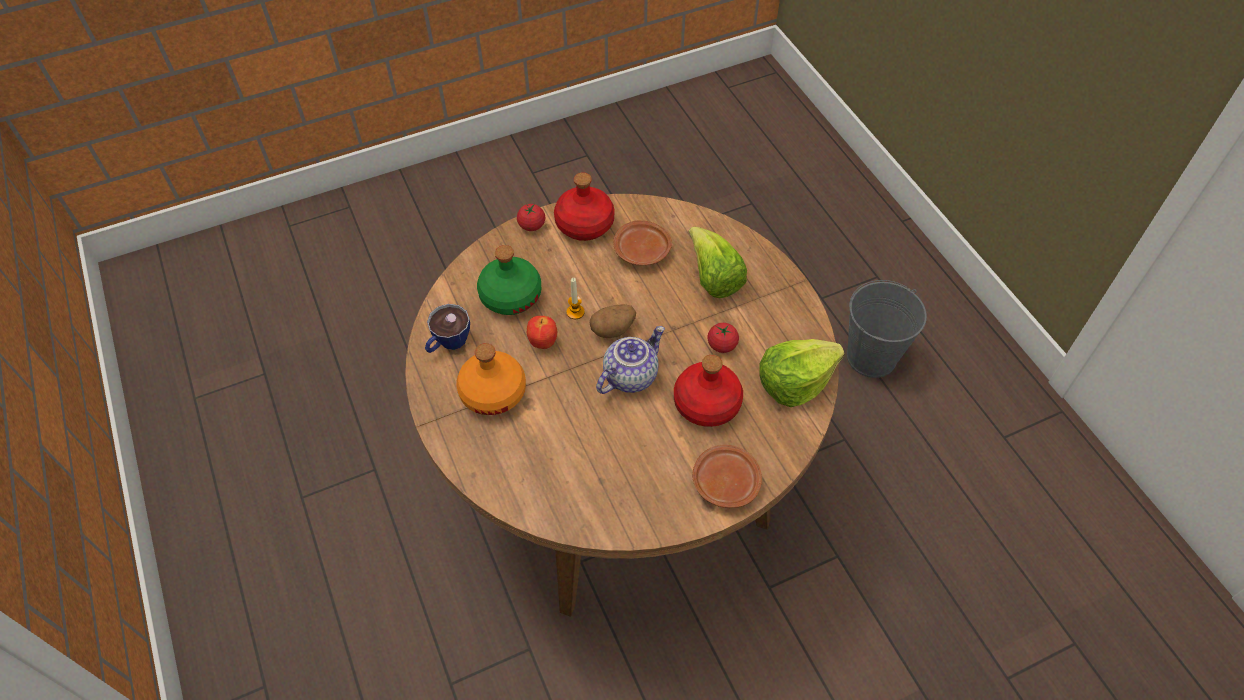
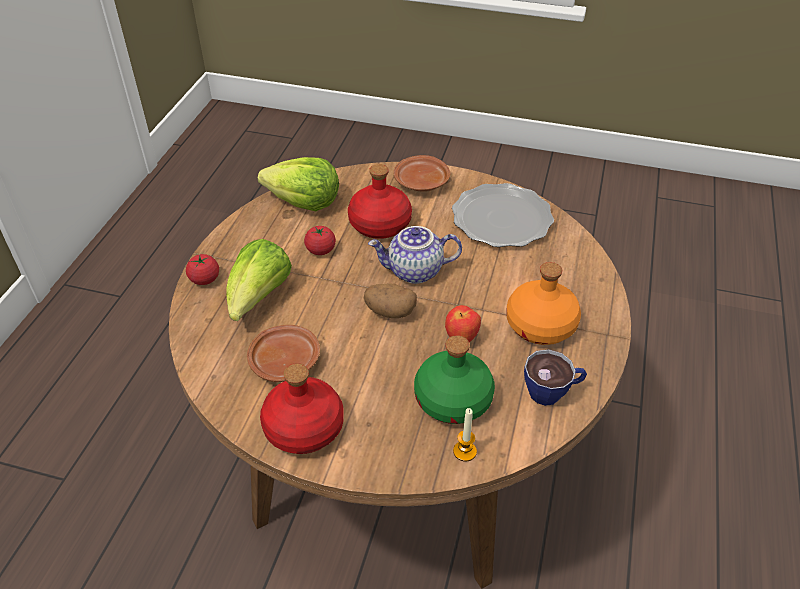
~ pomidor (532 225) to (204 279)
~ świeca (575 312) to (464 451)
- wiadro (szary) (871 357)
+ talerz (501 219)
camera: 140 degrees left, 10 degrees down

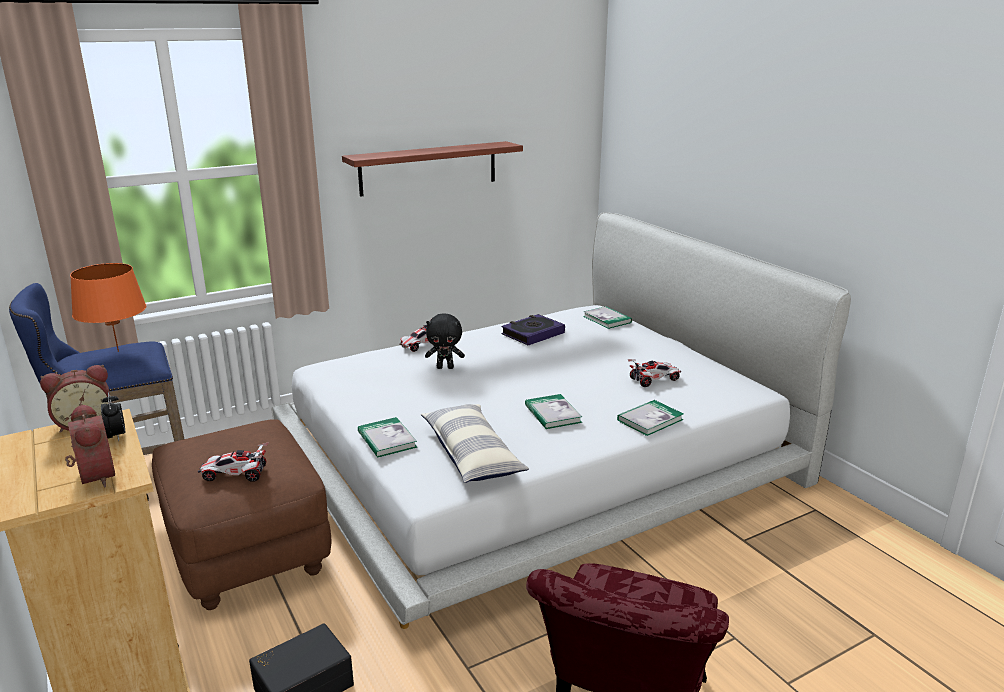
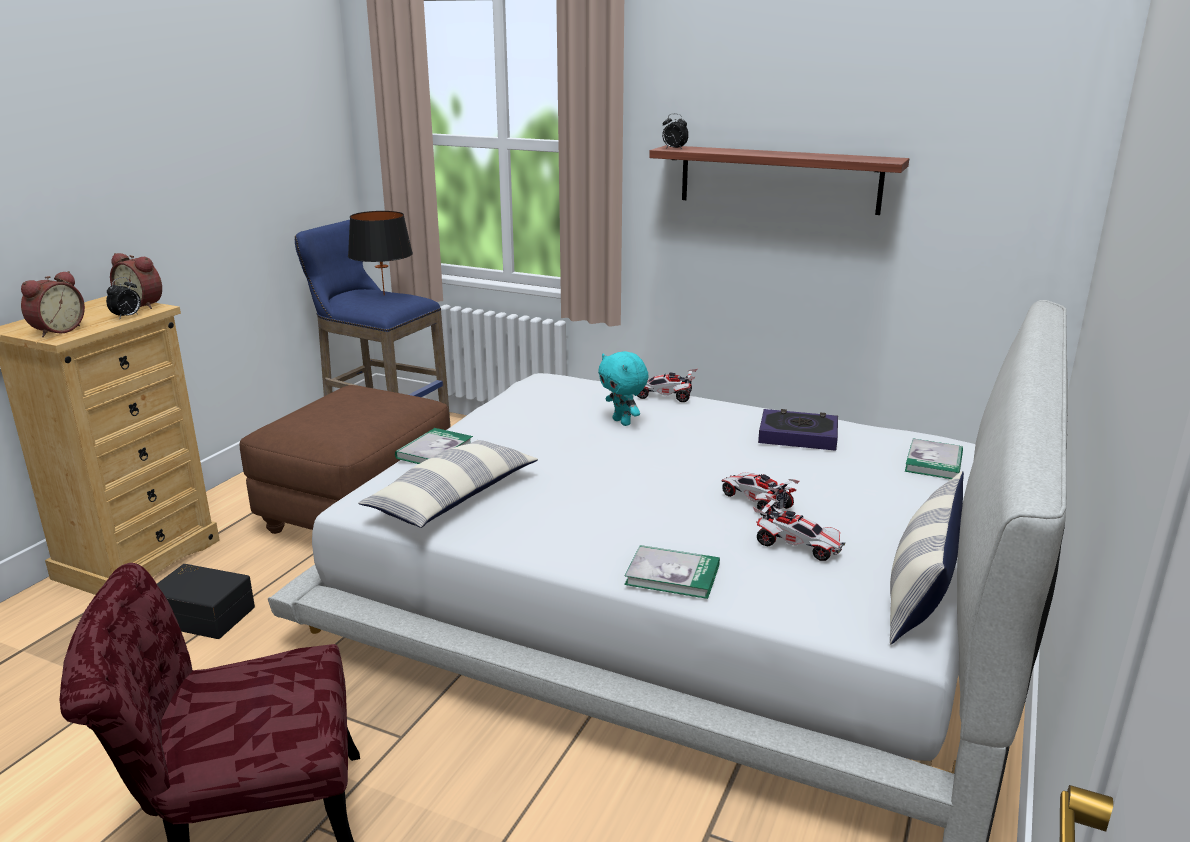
~ lampa stołowa (pomarańczowy) (118 351) to lampa stołowa (czarny) (384 295)
~ samochodzik (235 475) to (756 502)
~ pluszak (czarny) (445 367) to pluszak (turkusowy) (623 422)
- książka (552 414)
+ budzik (674 149)
+ poduszka (919 591)
camera: 55 degrees right, 0 degrees up

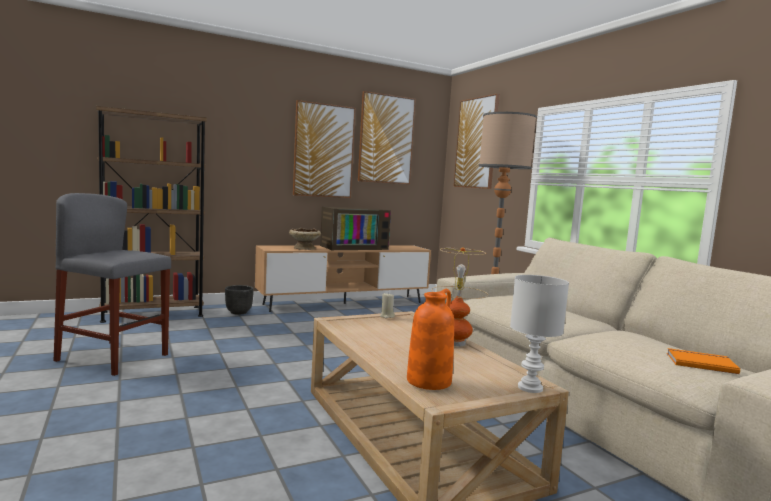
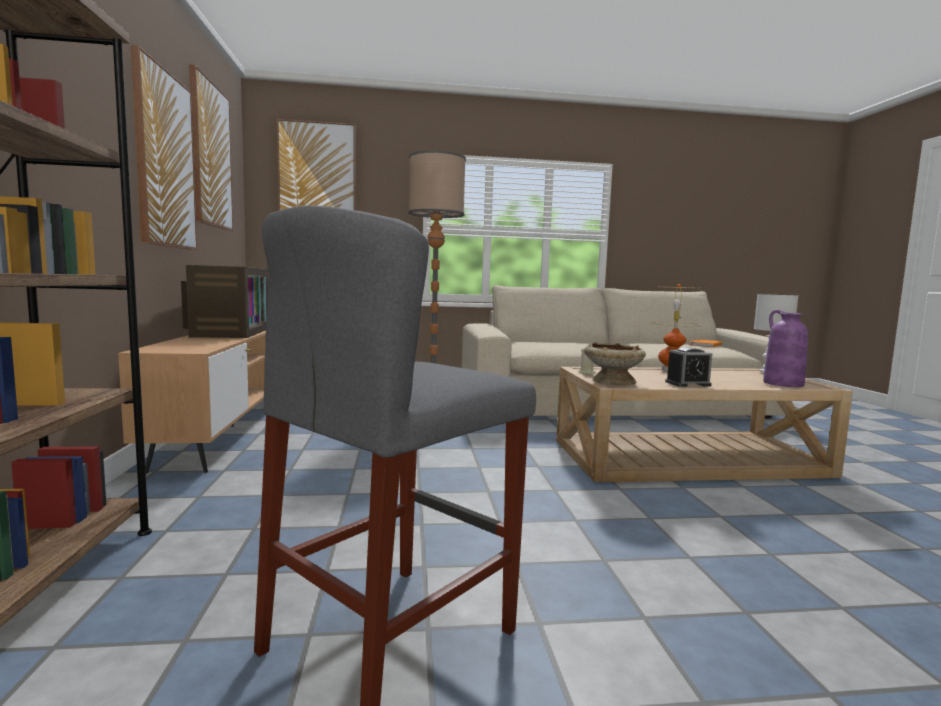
- donica (czarny) (238 312)
~ miska (beżowy) (304 248) to (612 382)
~ wazon (pomarańczowy) (429 381) to wazon (fioletowy) (782 383)
+ budzik (687 384)
camera: 70 degrees left, 0 degrees up

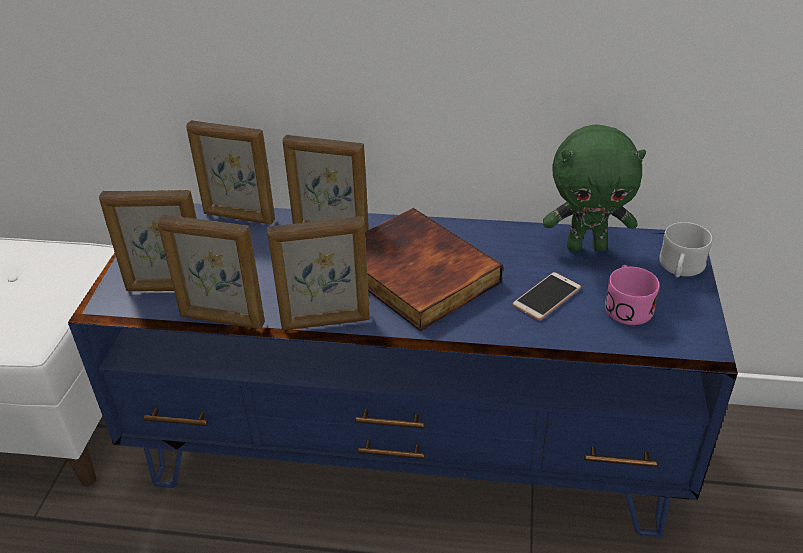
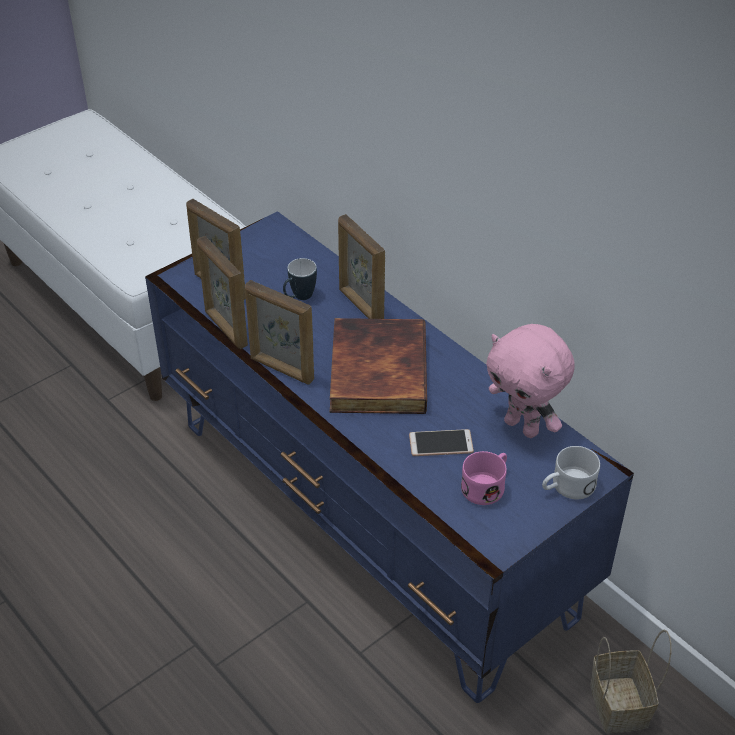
- ramka na zdjęcie (239 217)
~ pluszak (zielony) (586 247) to pluszak (różowy) (523 427)
+ kubek (299 298)
+ koszyk (621 706)
camera: 40 degrees right, 5 degrees up

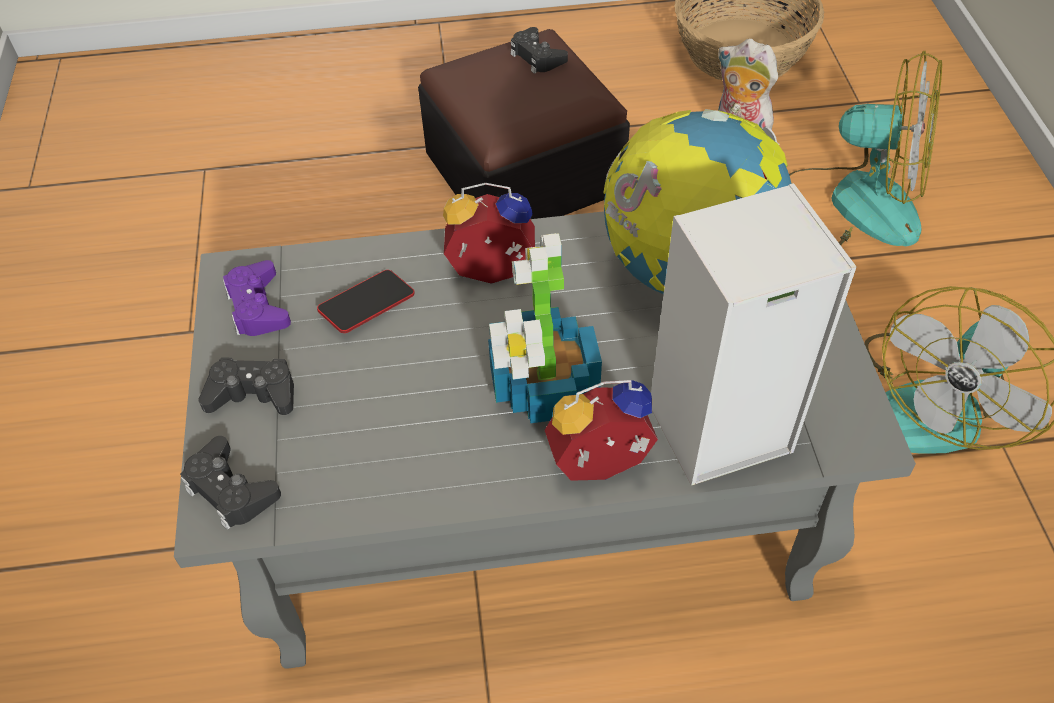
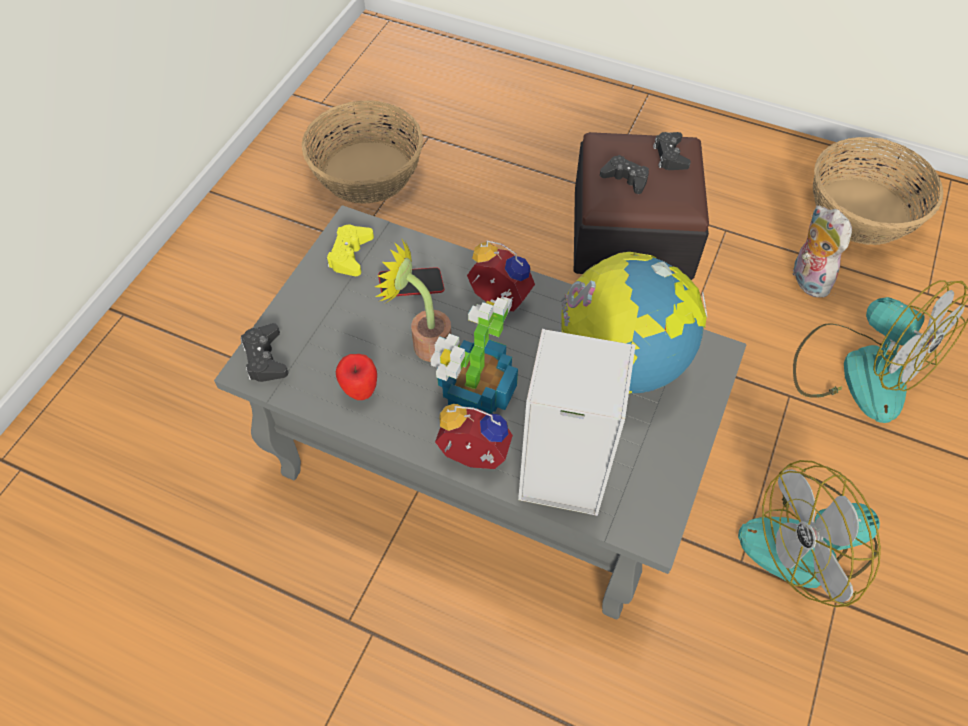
~ pad do gier (czarny) (253 393) to (625 179)
~ pad do gier (fioletowy) (258 306) to pad do gier (żółty) (350 254)
+ koszyk (367 171)
+ jabłko (360 392)
+ roślina doniczkowa (425 343)
camera: 30 degrees right, 5 degrees up

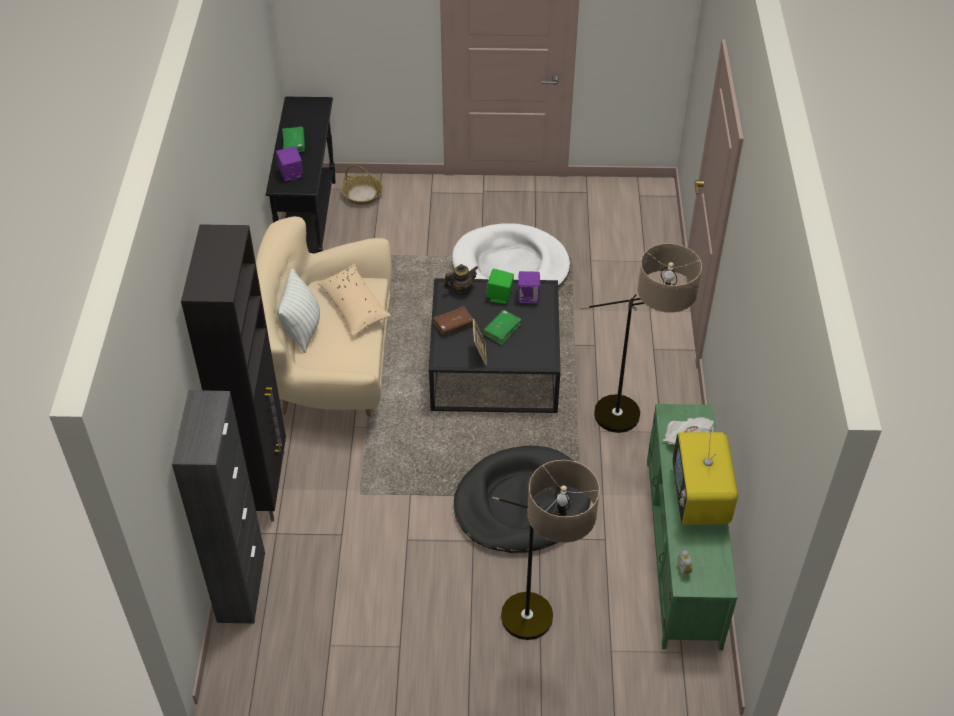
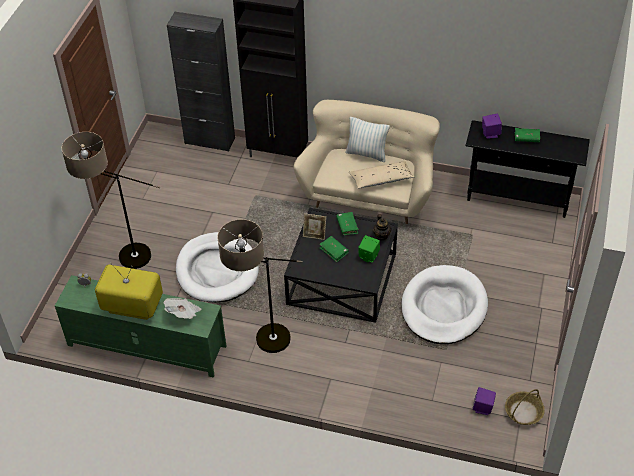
~ koszyk (363 194) to (523 412)
~ książka (brązowy) (453 324) to książka (zielony) (347 226)
~ legowisko (czarny) (521 503) to legowisko (biały) (217 270)
~ głośnik (fioletowy) (528 297) to (483 408)
camera: 105 degrees right, 0 degrees up

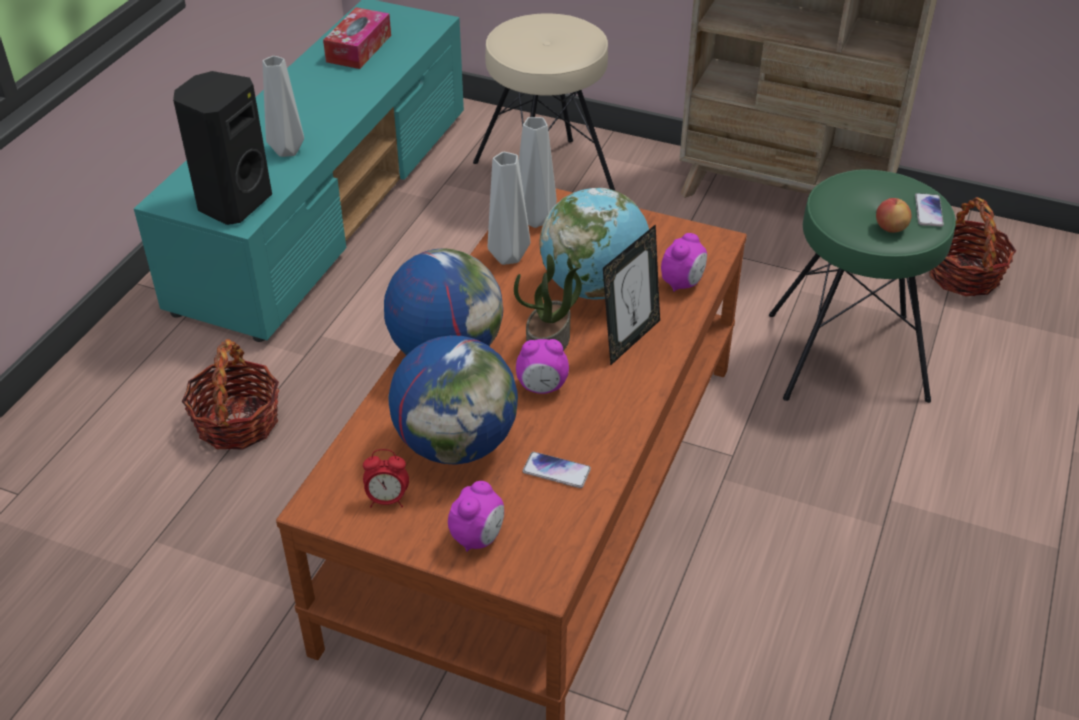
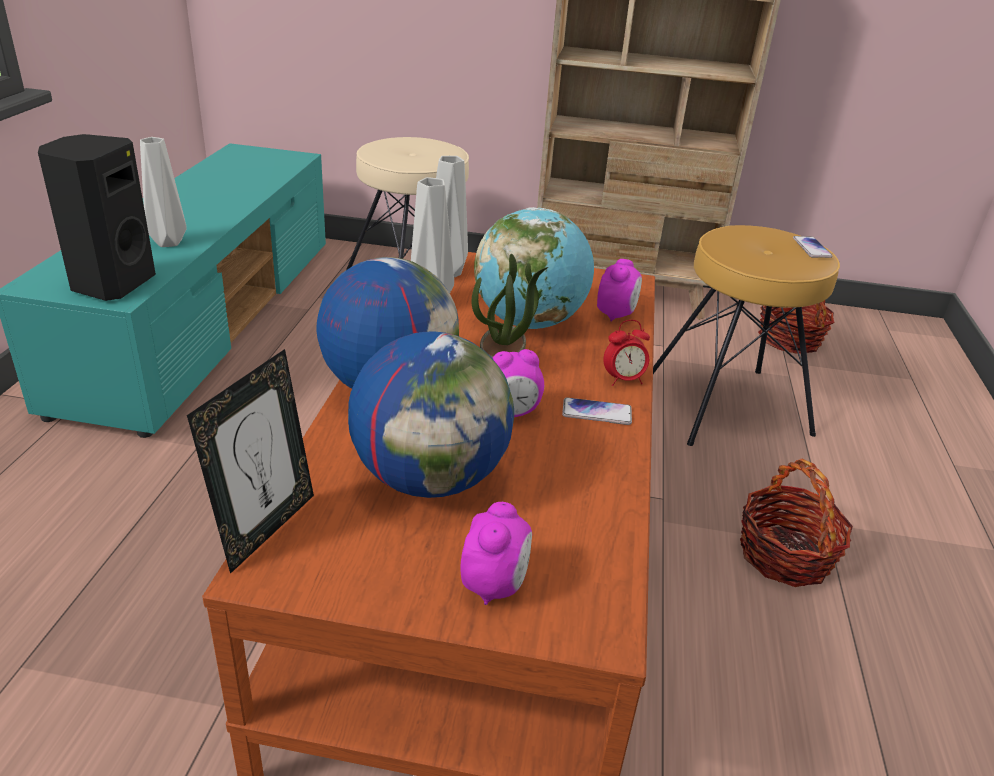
~ koszyk (237 422) to (785 555)
- pudełko chusteczek (359 48)
~ budzik (387 499) to (623 380)
~ telefon (556 471) to (596 413)
~ ramka na zdjęcie (629 339) to (265 528)
~ stołek (zielony) (847 357) to stołek (brązowy) (727 406)
- jabłko (890 228)
camera: 15 degrees left, 10 degrees down

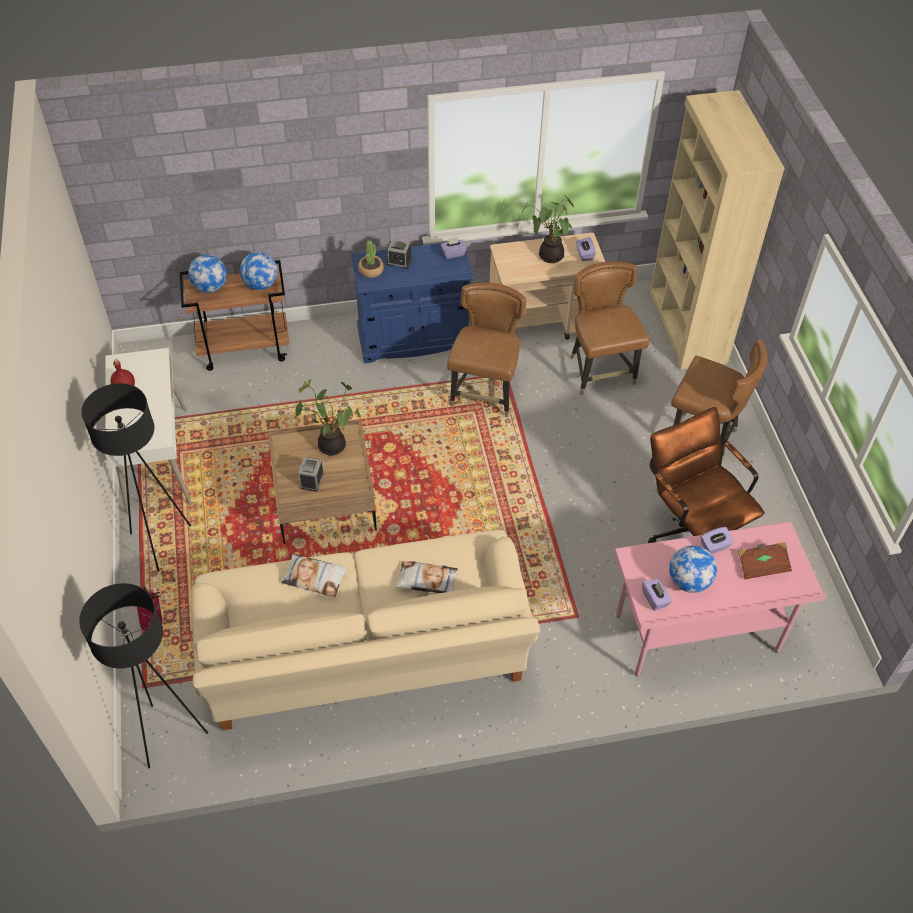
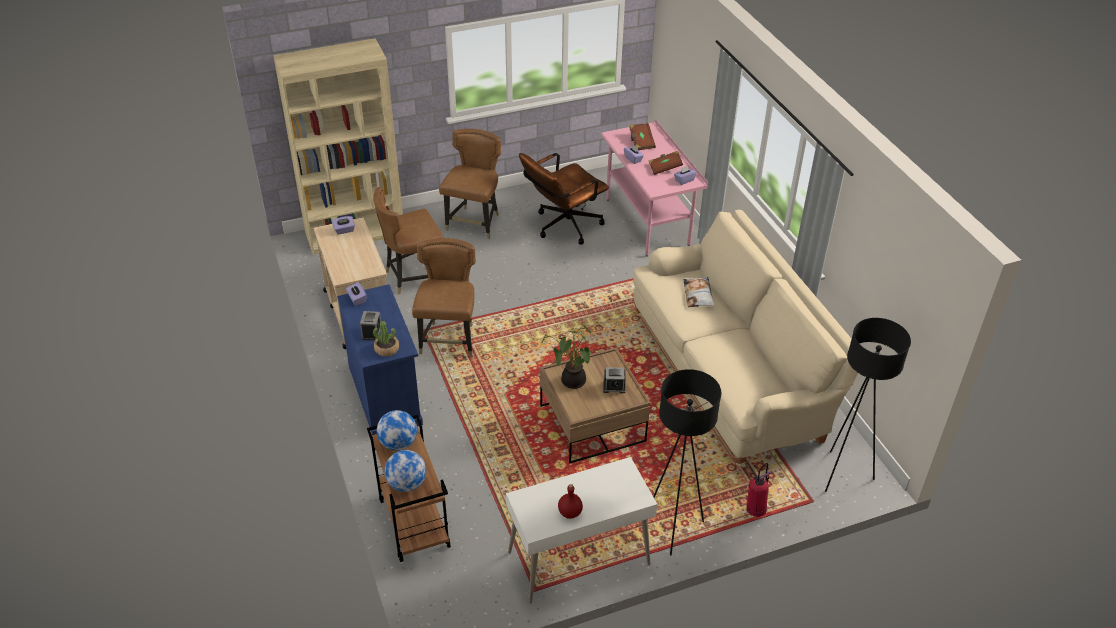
- poduszka (315 577)
~ krzesło (brązowy) (485 394) = (449 340) 90 degrees clockwise
- roślina doniczkowa (548 255)
~ globus (688 581) to książka (brązowy) (665 168)
camera: 100 degrees left, 10 degrees down

